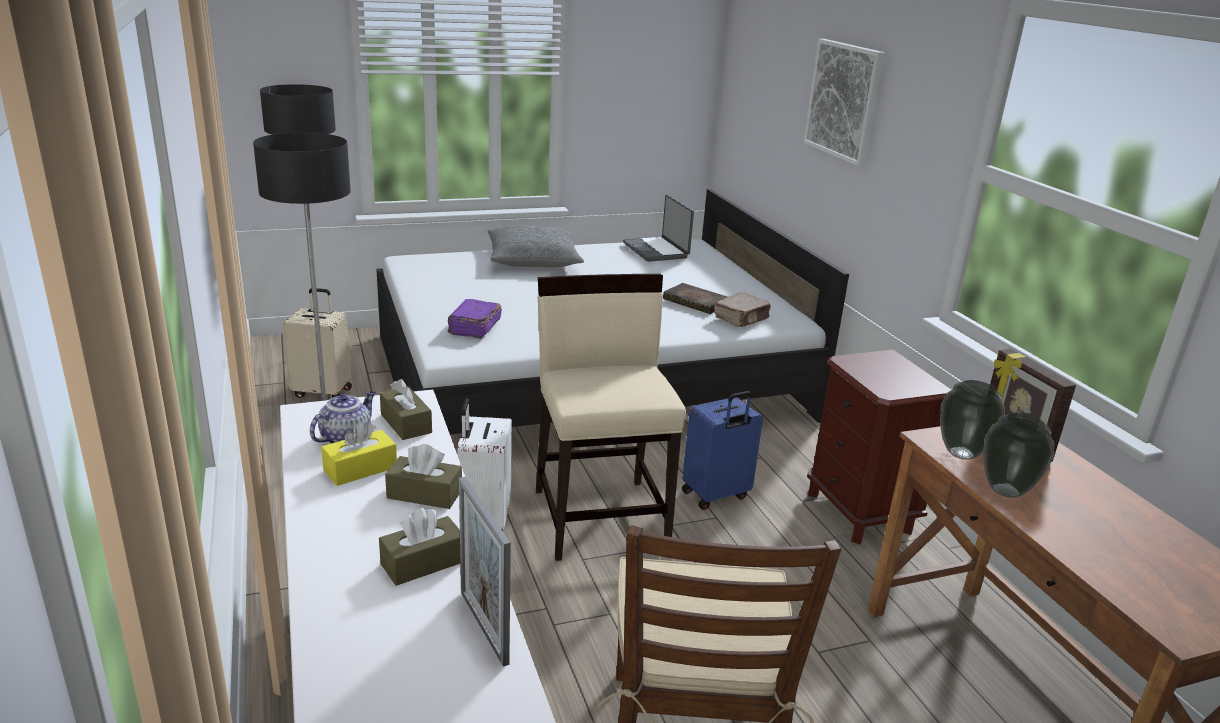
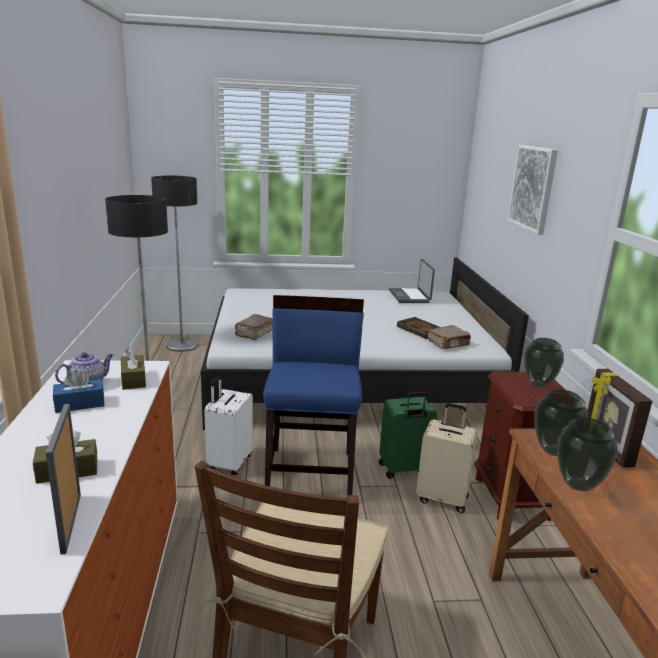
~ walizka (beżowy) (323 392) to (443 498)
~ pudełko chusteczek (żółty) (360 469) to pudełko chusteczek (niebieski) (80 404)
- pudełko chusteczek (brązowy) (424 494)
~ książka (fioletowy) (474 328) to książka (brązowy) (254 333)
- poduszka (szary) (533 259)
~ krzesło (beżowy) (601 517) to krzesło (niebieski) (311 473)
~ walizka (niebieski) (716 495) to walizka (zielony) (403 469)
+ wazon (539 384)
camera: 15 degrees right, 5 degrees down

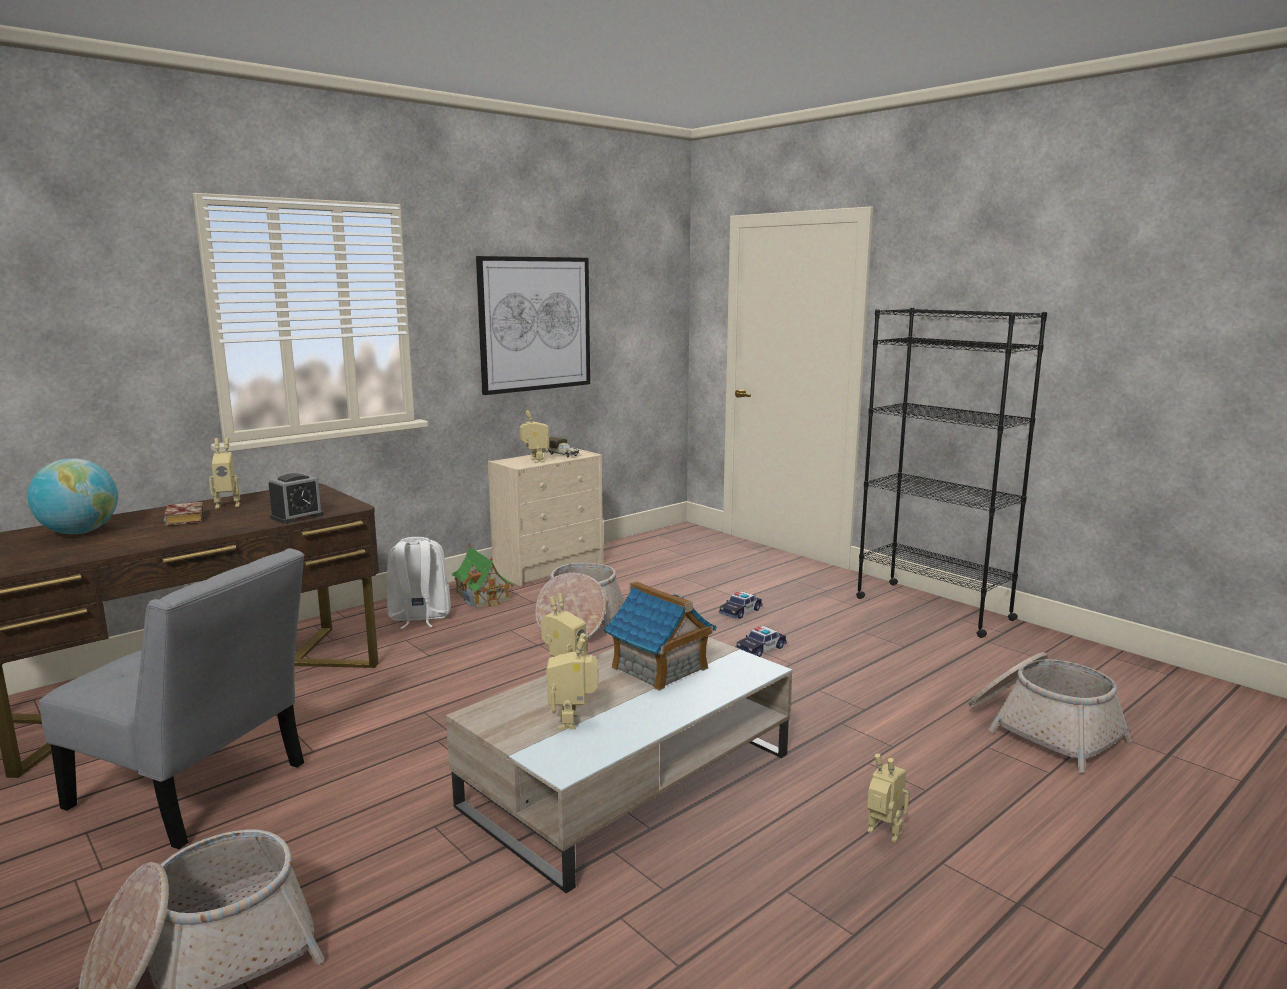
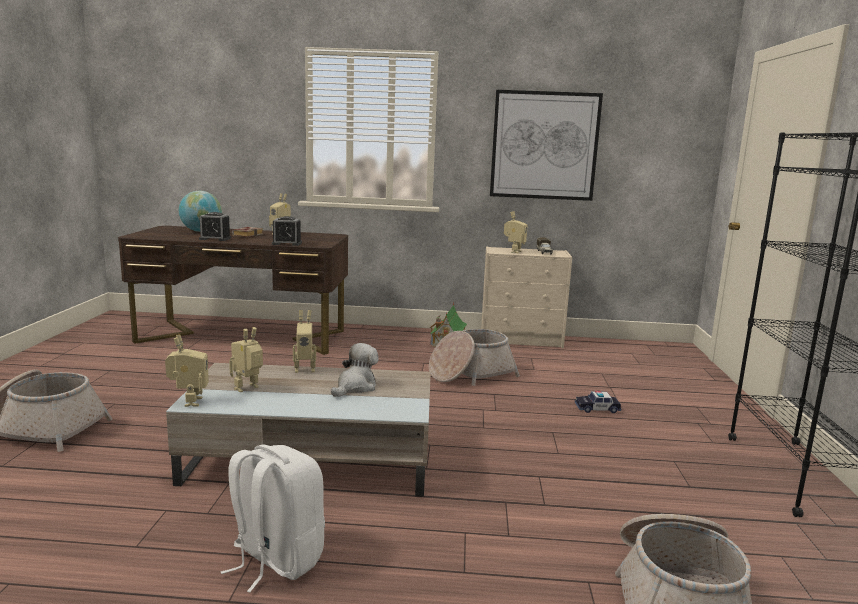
- krzesło (szary) (196 790)
~ plecak (biały) (419 617) to (275 560)
~ domek (660 668) to pluszak (355 387)
- samochodzik (761 649)
~ robot zabawkowy (882 835) to (189 402)
+ budzik (215 239)
camera: 45 degrees right, 0 degrees up

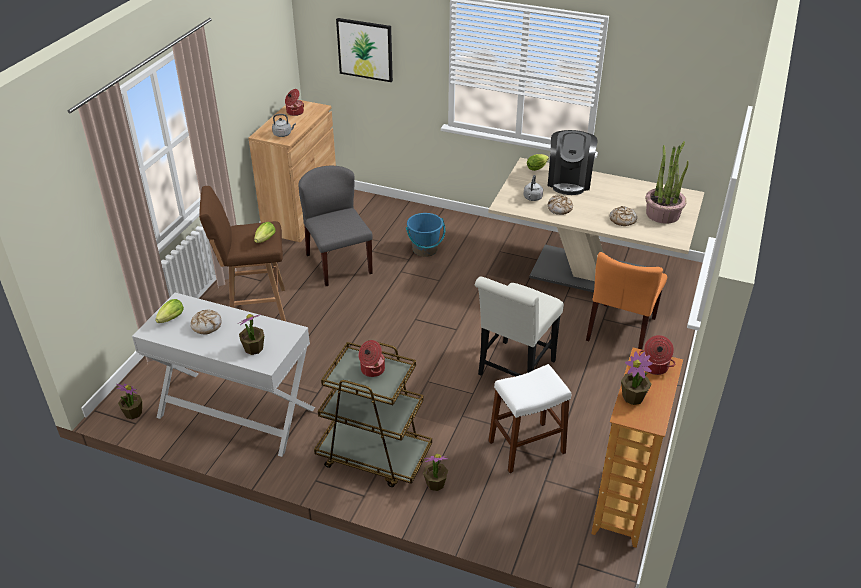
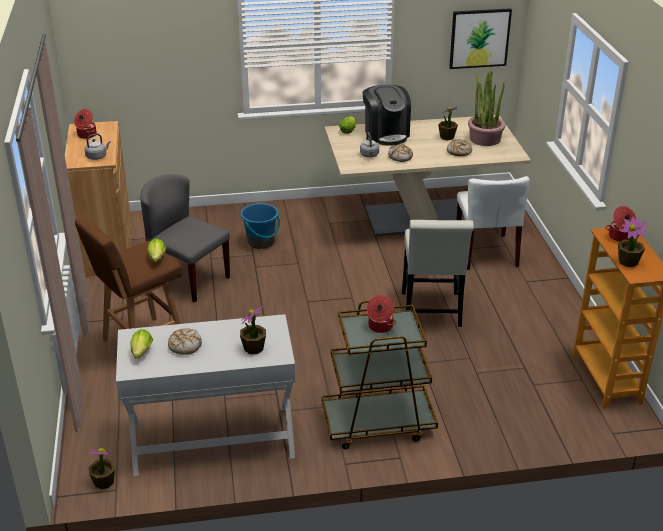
~ obraz (365 49) to (479 38)
~ roślina doniczkowa (435 484) to (447 137)
- stołek (biały) (526 447)
~ krzesło (pomarańczowy) (621 329) to krzesło (biały) (486 252)
camera: 30 degrees left, 5 degrees down

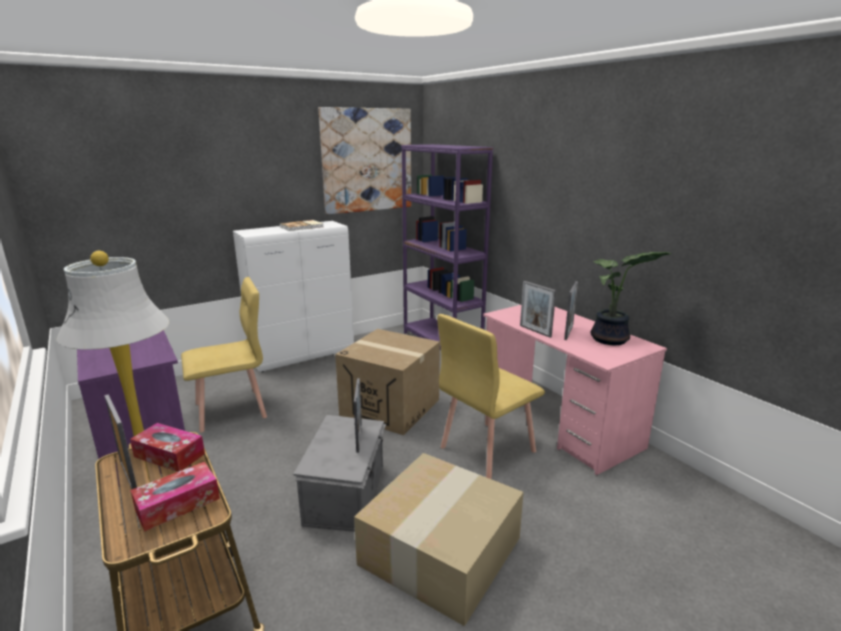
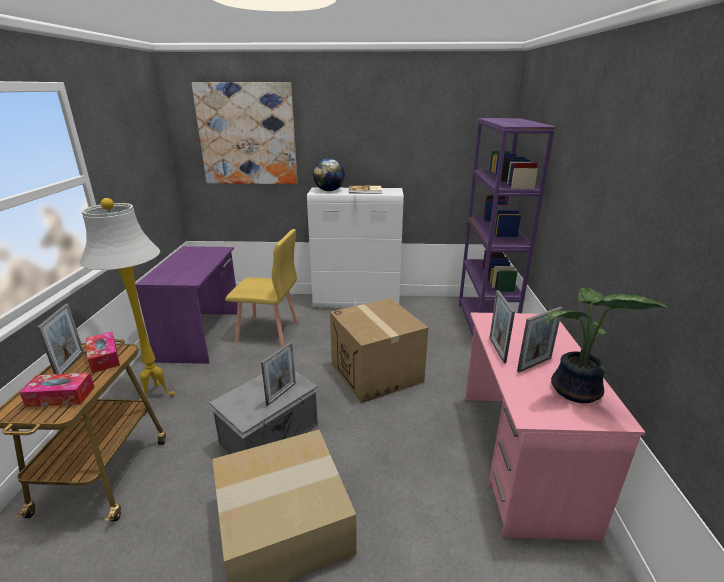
~ obraz (367 160) to (247 135)
- krzesło (żółty) (486 449)
+ globus (329 191)
camera: 35 degrees right, 5 degrees up

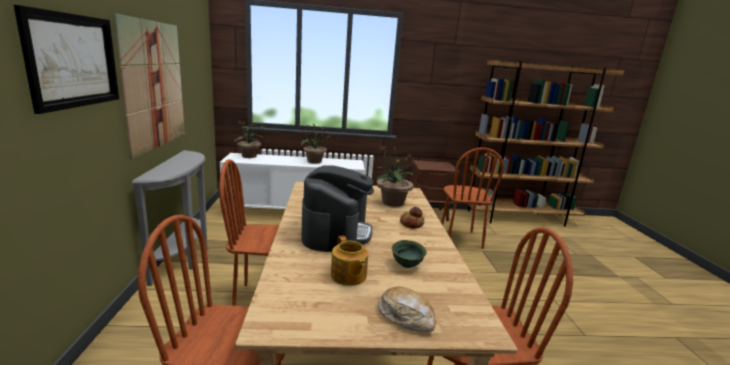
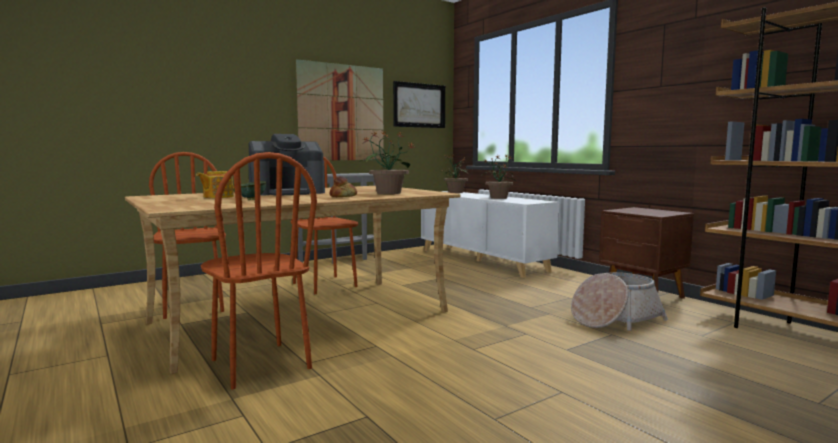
~ obraz (73 60) to (419 105)
- chleb (406 316)
~ krzesło (brązowy) (460 239) to koszyk (614 319)
camera: 60 degrees right, 10 degrees down

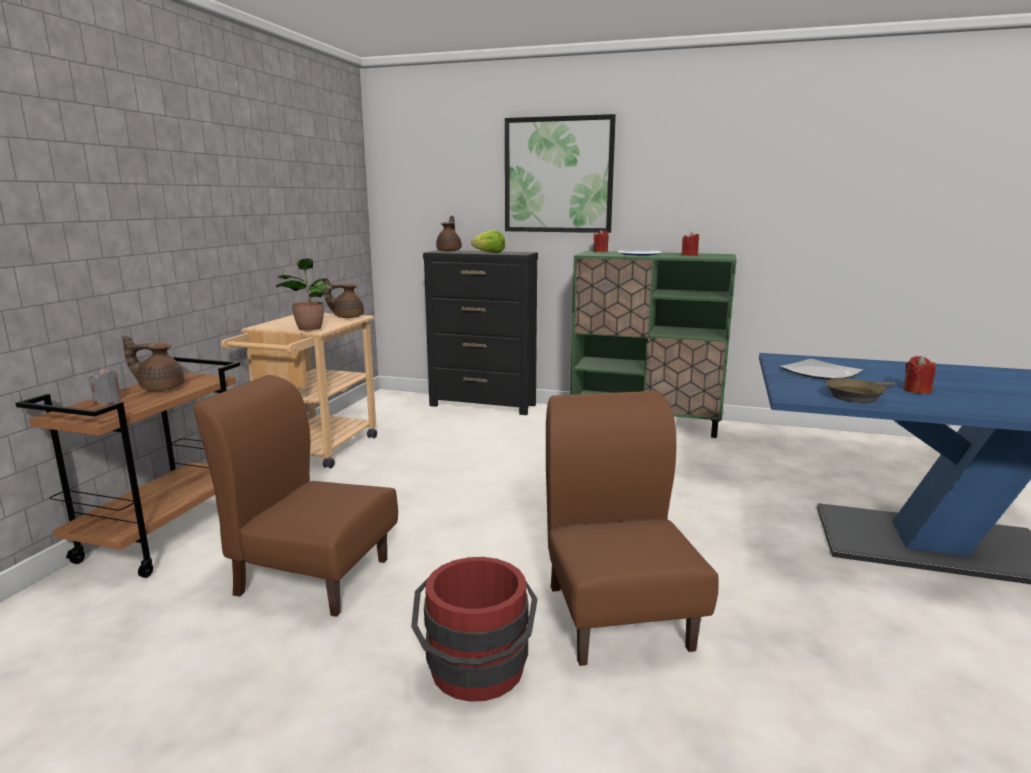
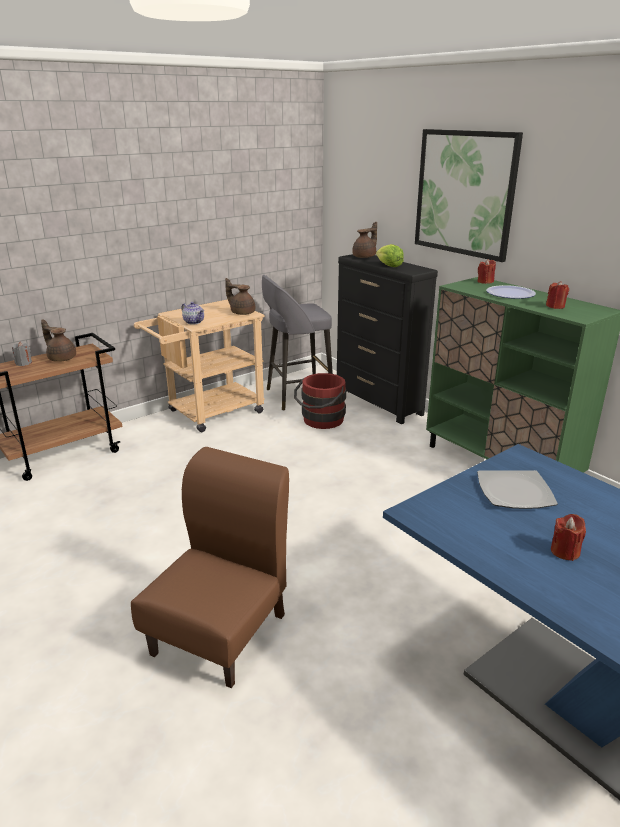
- krzesło (brązowy) (313 576)
~ roślina doniczkowa (309 328) to imbryk (193 322)
~ wiadro (czerwony) (476 675) to (320 421)
- patelnia (brązowy) (856 396)
+ stołek (szary) (297 396)
camera: 35 degrees right, 10 degrees up

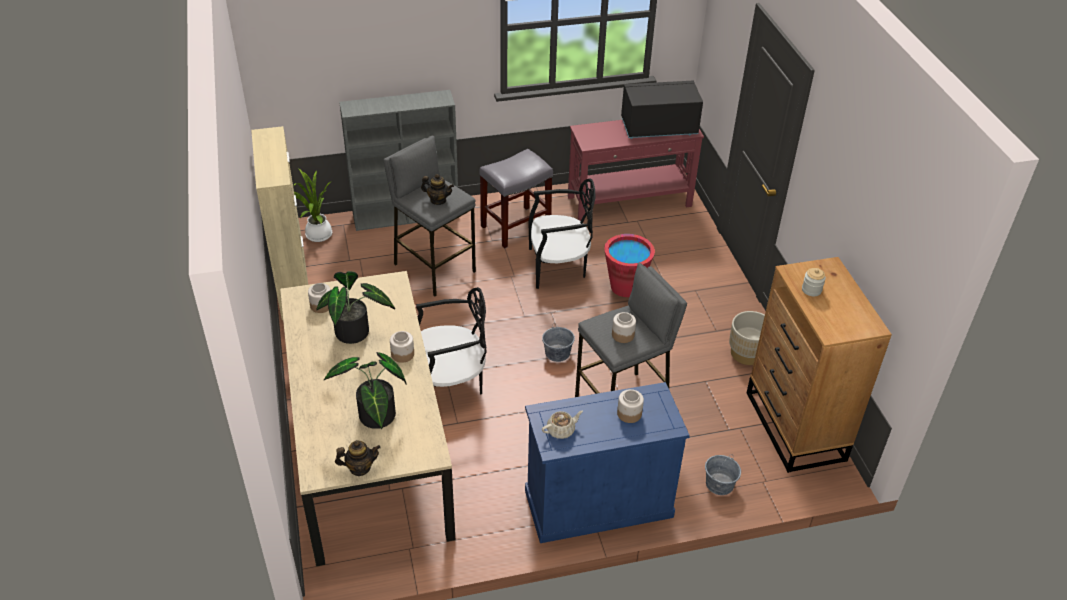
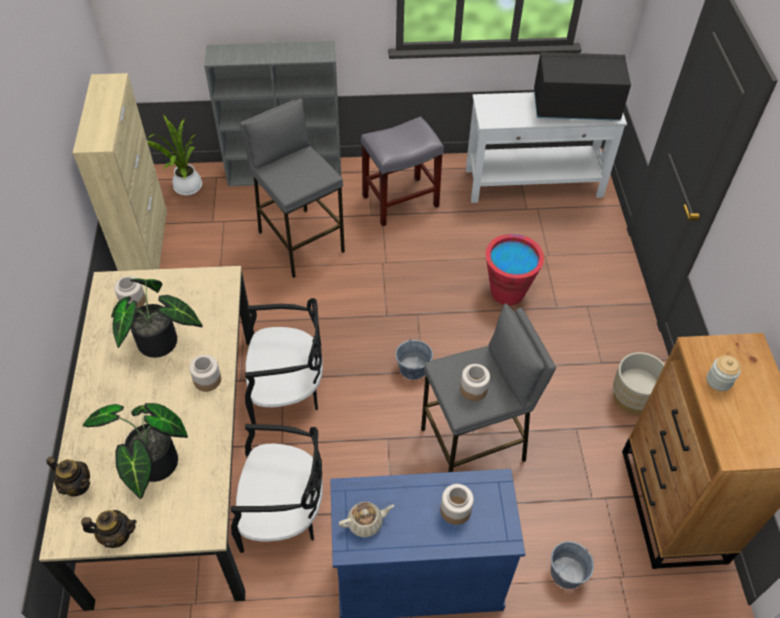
~ imbryk (438 200) to (77 485)
~ krzesło (czarny) (558 266) to (283 513)
~ stolik konsolowy (czerwony) (630 202) to stolik konsolowy (biały) (534 183)
camera: 10 degrees right, 10 degrees up

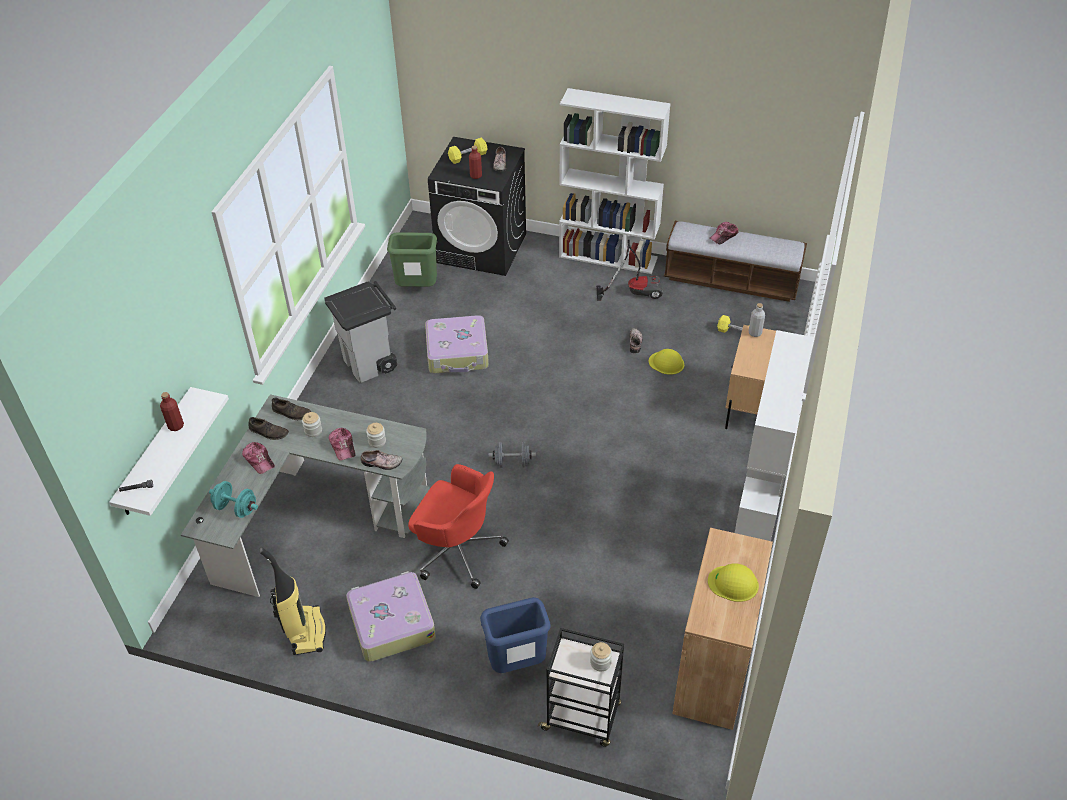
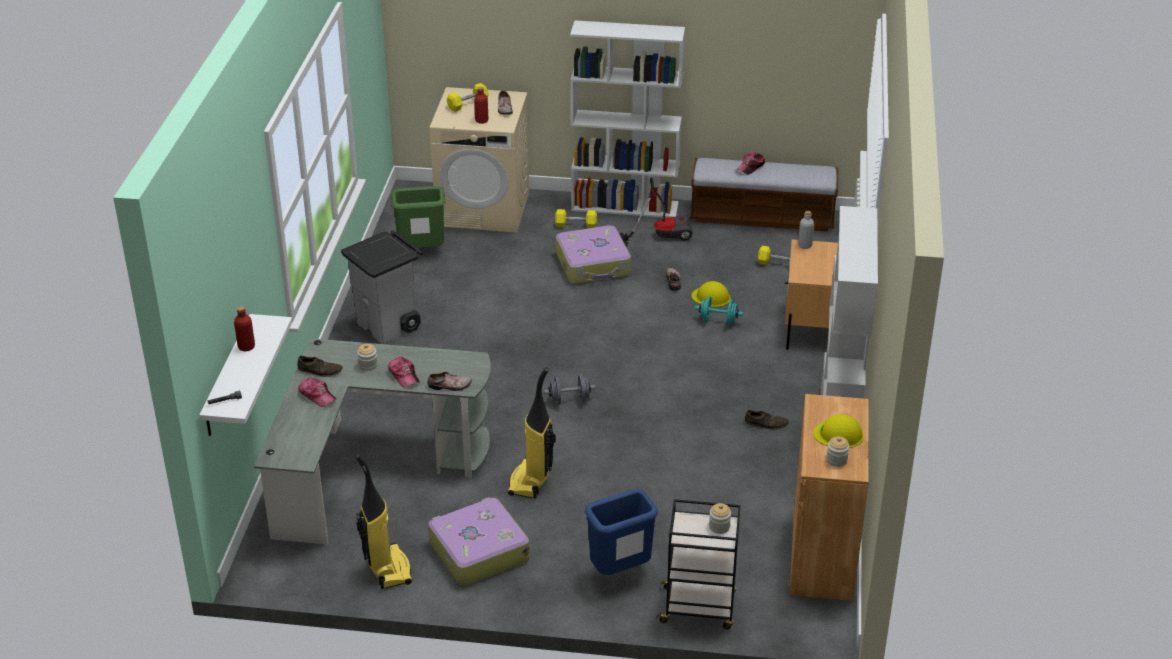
~ hantel (turkusowy) (236 508) to (718 321)
~ but (brązowy) (292 413) to (766 424)
~ słoik (377 441) to (836 460)
~ krzesło biurowe (czerwony) (457 549) to odkurzacz (531 481)
~ walizka (458 353) to (593 265)
~ pralka (czarny) (482 248) to pralka (beżowy) (484 209)
+ hantel (żółty) (576 225)
camera: 10 degrees left, 10 degrees down

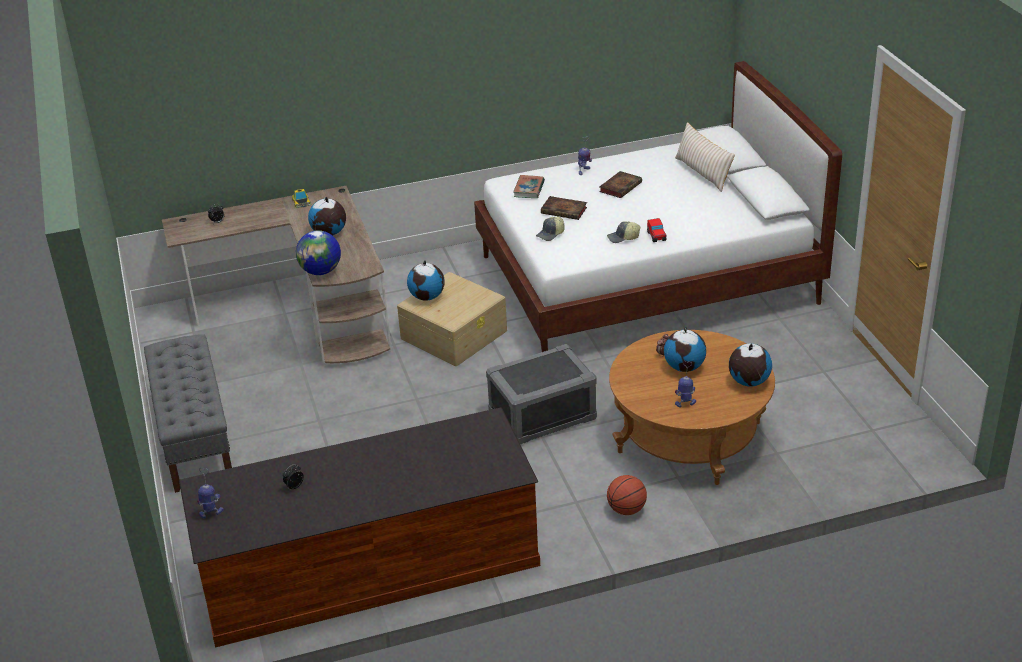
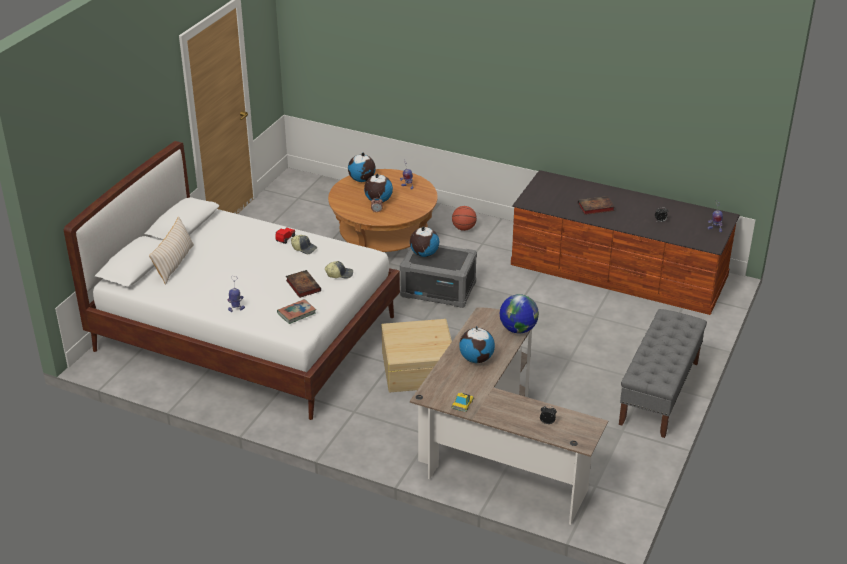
~ globus (427 297) to (424 254)
~ książka (620 186) to (595 208)
camera: 140 degrees left, 0 degrees up

